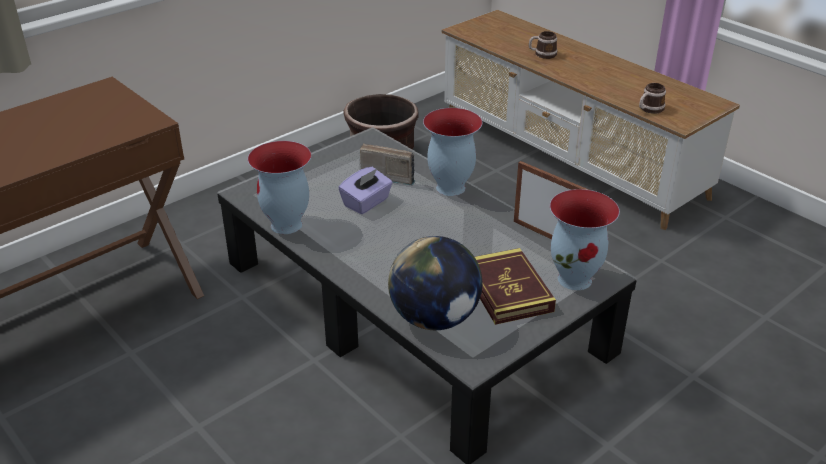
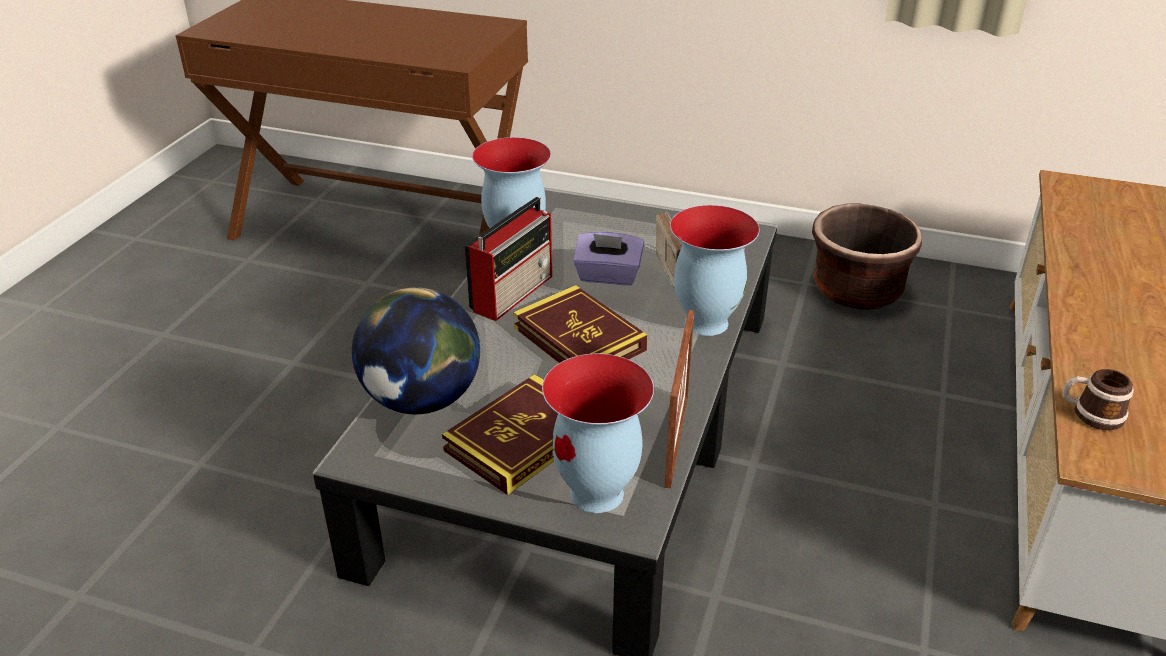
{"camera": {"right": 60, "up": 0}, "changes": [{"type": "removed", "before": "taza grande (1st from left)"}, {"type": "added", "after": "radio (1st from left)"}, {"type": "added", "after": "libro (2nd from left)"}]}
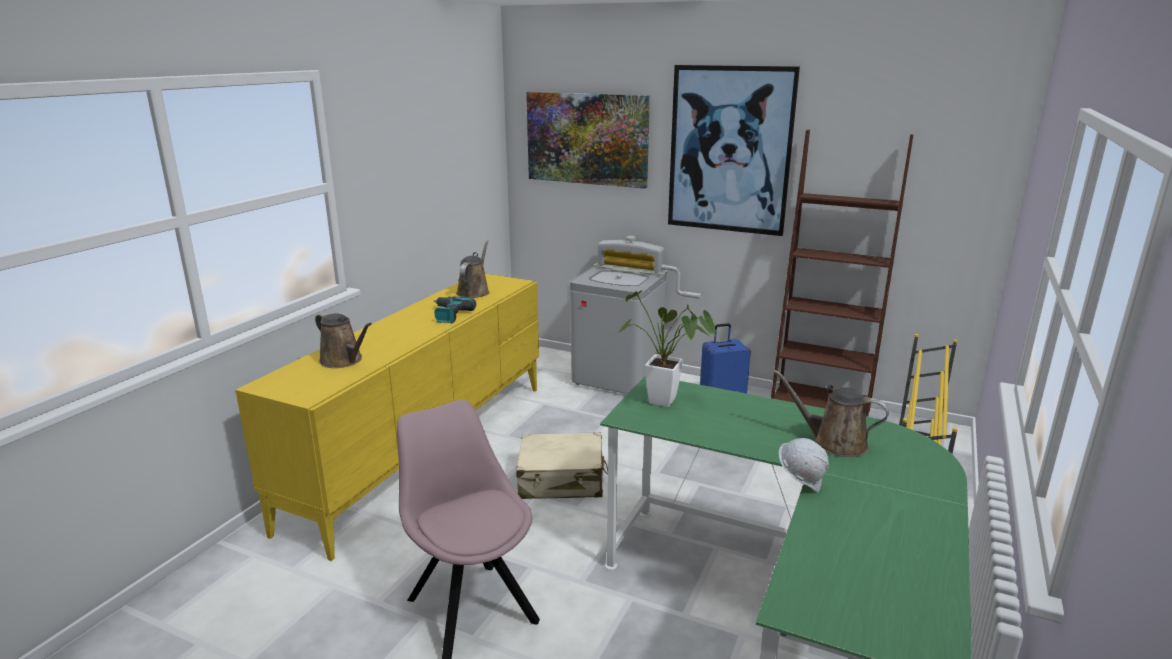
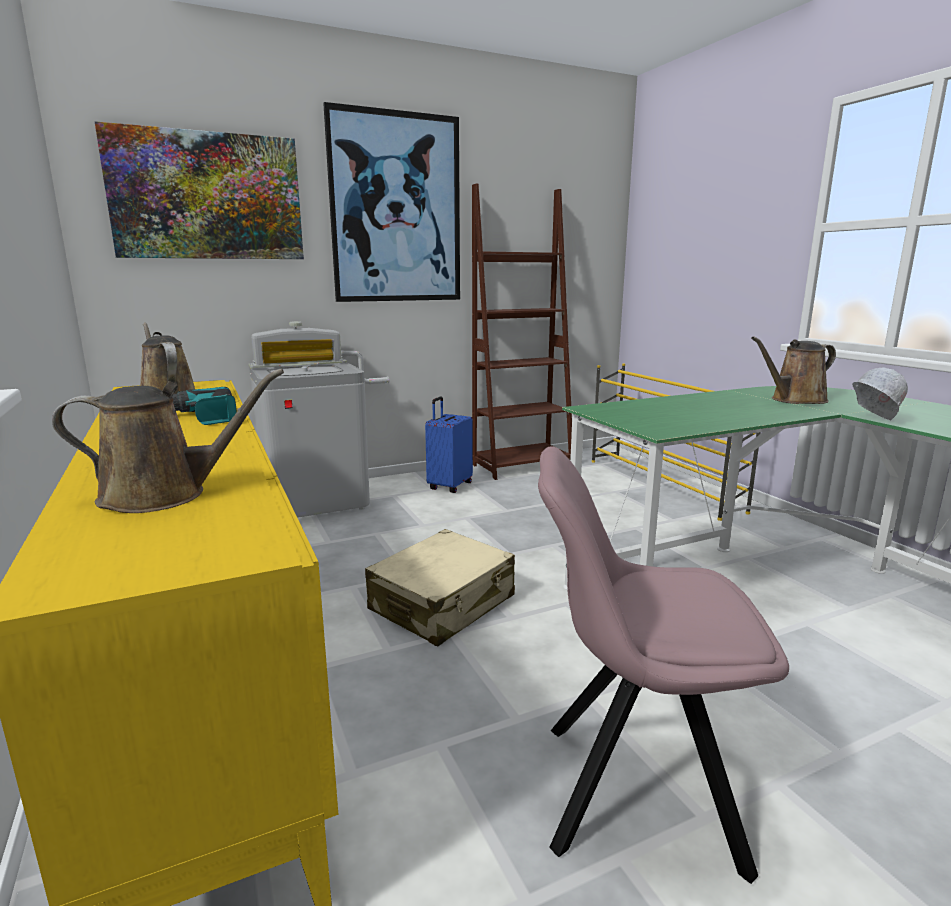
{"camera": {"right": -50, "up": -5}, "changes": [{"type": "removed", "before": "planta en maceta"}]}
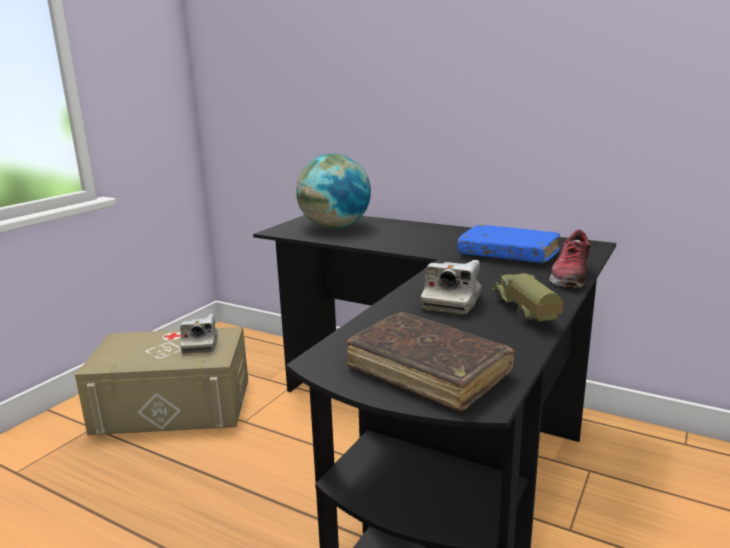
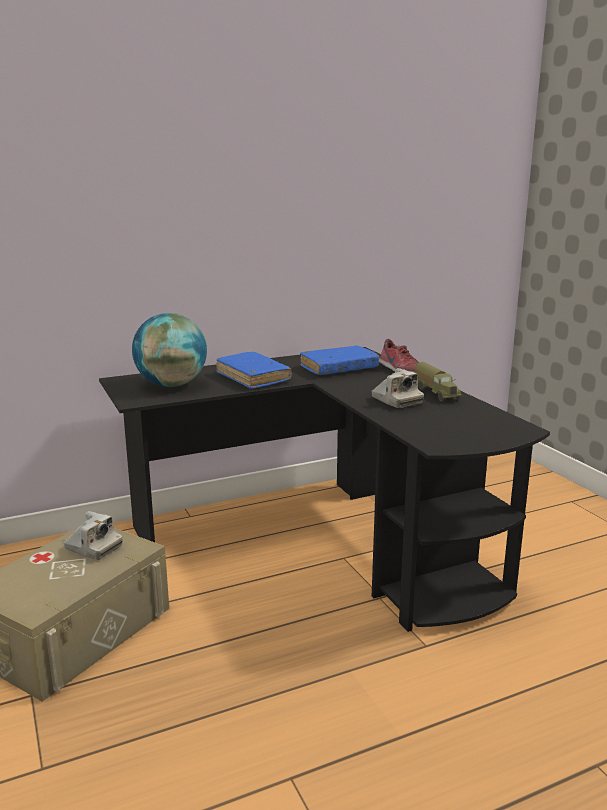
{"camera": {"right": -55, "up": 0}, "changes": [{"type": "removed", "before": "libro/marrón"}, {"type": "added", "after": "libro/azul (1st from left)"}, {"type": "turned", "before": "camión de juguete", "turn": -135}]}
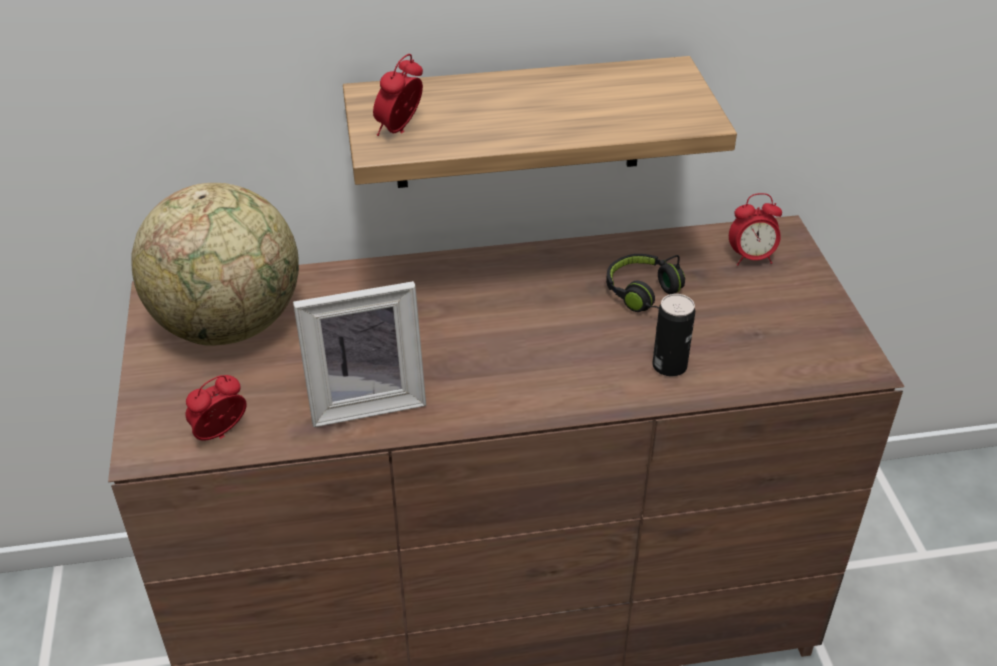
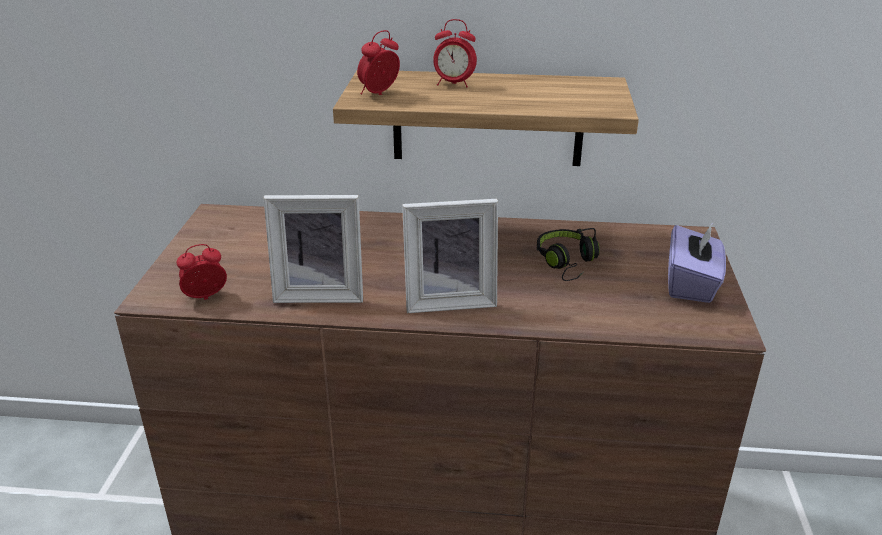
{"camera": {"right": 15, "up": -10}, "changes": [{"type": "removed", "before": "globo terráqueo"}, {"type": "removed", "before": "lata"}, {"type": "added", "after": "portarretratos (2nd from left)"}, {"type": "added", "after": "caja de pañuelos/morado"}, {"type": "moved", "before": "despertador (3rd from left)"}]}
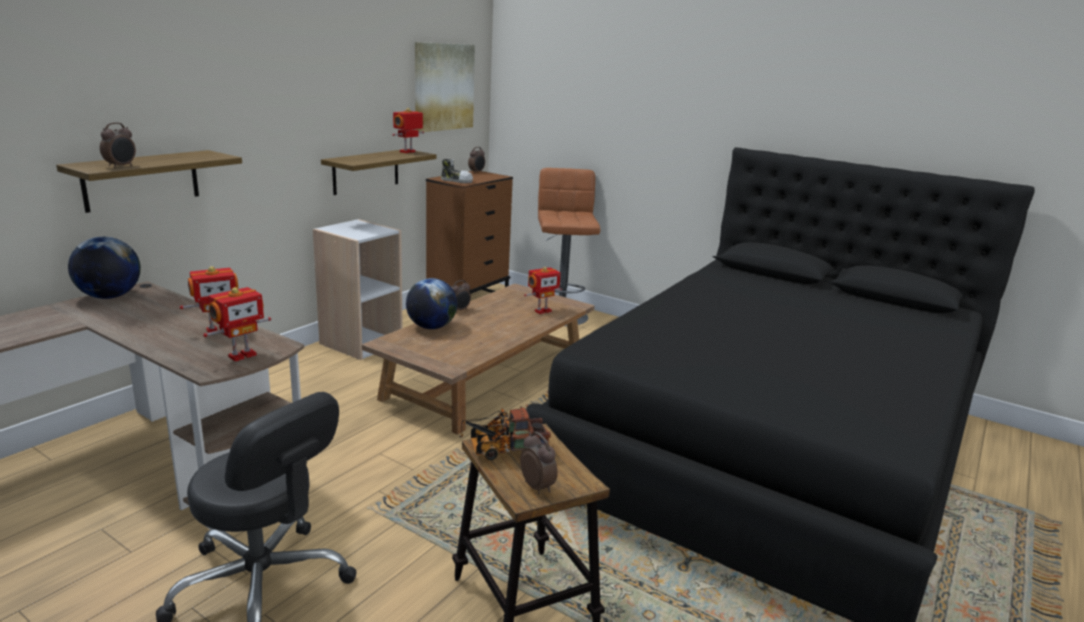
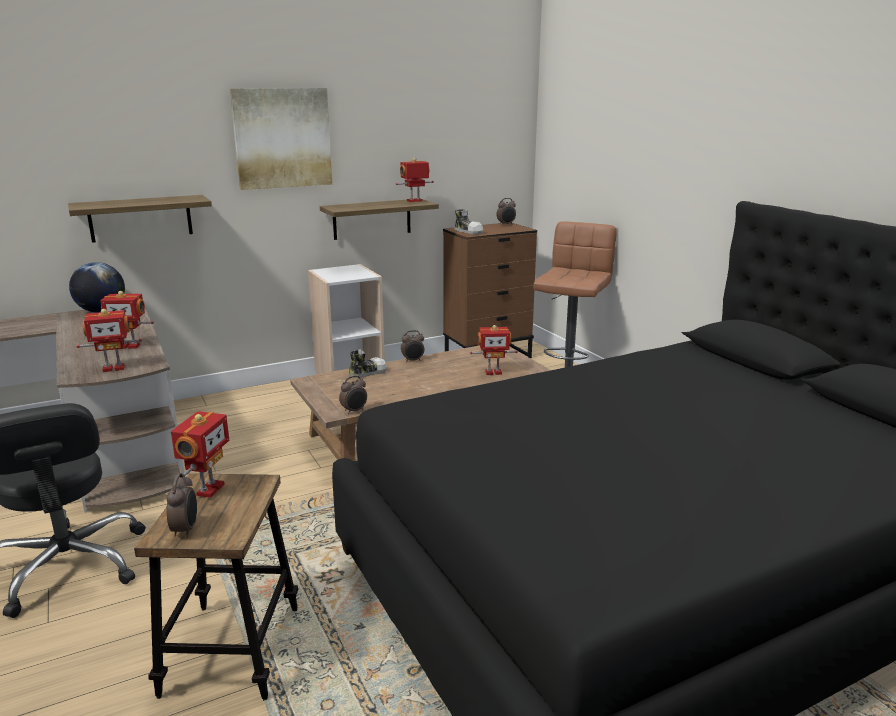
{"camera": {"right": 30, "up": 0}, "changes": [{"type": "moved", "before": "despertador (1st from left in the first image)", "after": "despertador (2nd from left)"}, {"type": "moved", "before": "cuadro"}, {"type": "replaced", "before": "globo terráqueo (2nd from left)", "after": "zapato (1st from left)"}, {"type": "replaced", "before": "camión de juguete", "after": "robot de juguete (3rd from left)"}]}
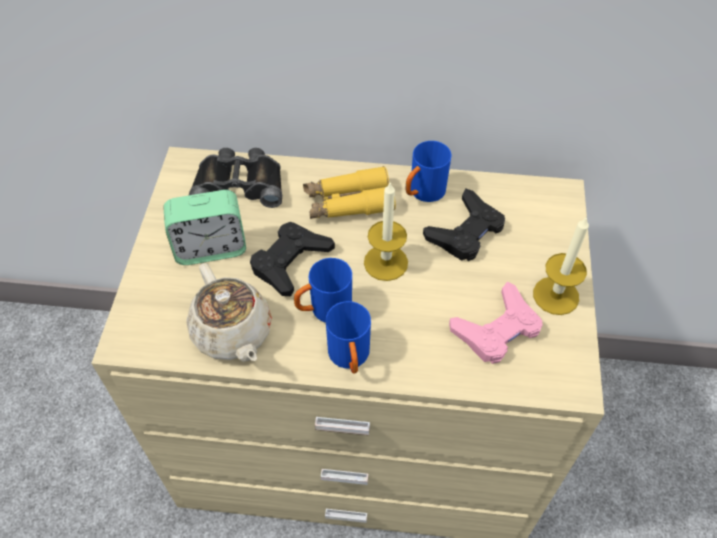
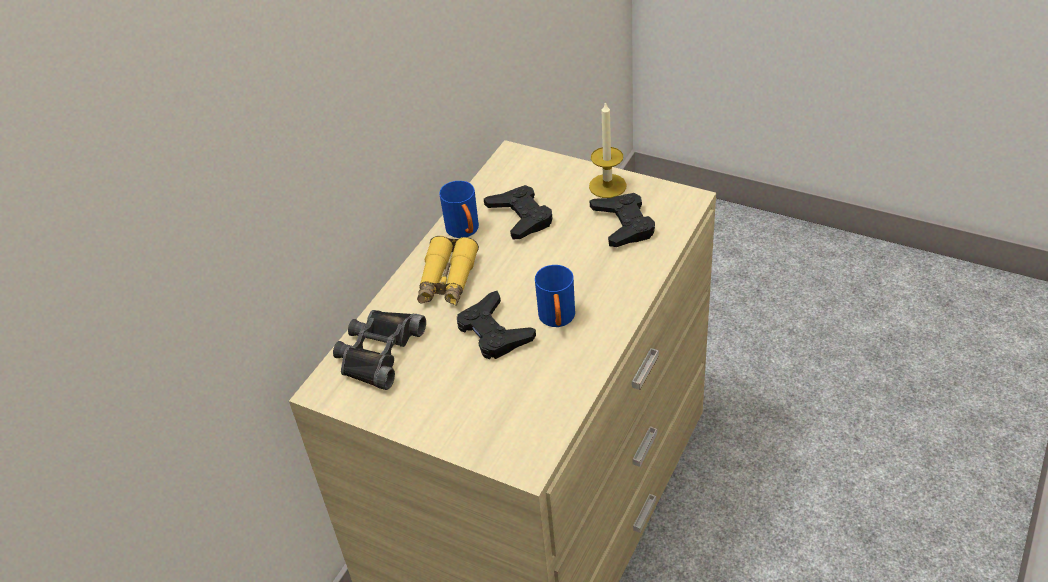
{"camera": {"right": -65, "up": -10}, "changes": [{"type": "removed", "before": "despertador"}, {"type": "removed", "before": "tetera/beis"}, {"type": "removed", "before": "taza grande/azul (2nd from left)"}, {"type": "removed", "before": "vela (1st from left)"}, {"type": "recoloured", "before": "mando de consola/rosa", "after": "mando de consola/negro (3rd from left)"}]}
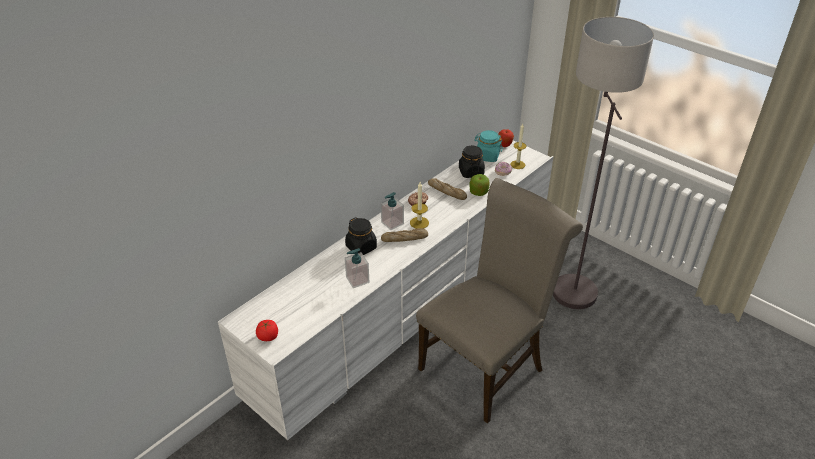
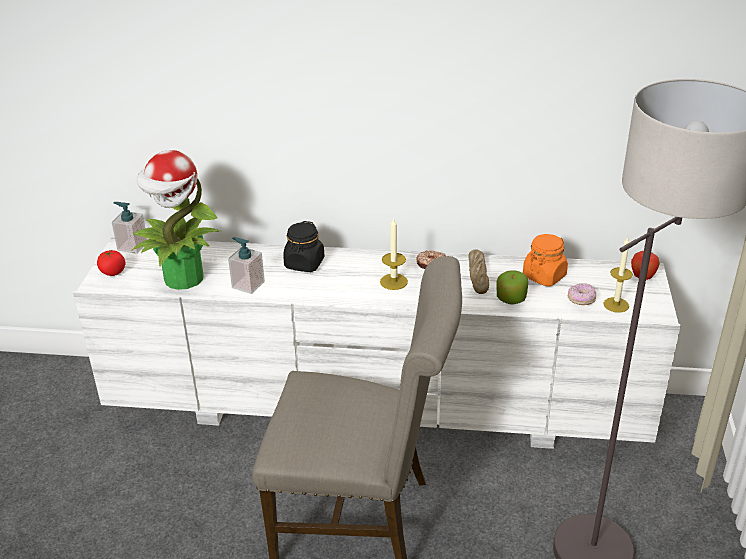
{"camera": {"right": 55, "up": -5}, "changes": [{"type": "removed", "before": "pan (1st from left)"}, {"type": "removed", "before": "tarro/turquesa"}, {"type": "added", "after": "planta en maceta"}, {"type": "moved", "before": "dispensador de jabón (2nd from left in the first image)", "after": "dispensador de jabón (1st from left)"}, {"type": "recoloured", "before": "tarro/negro (2nd from left)", "after": "tarro/naranja"}]}
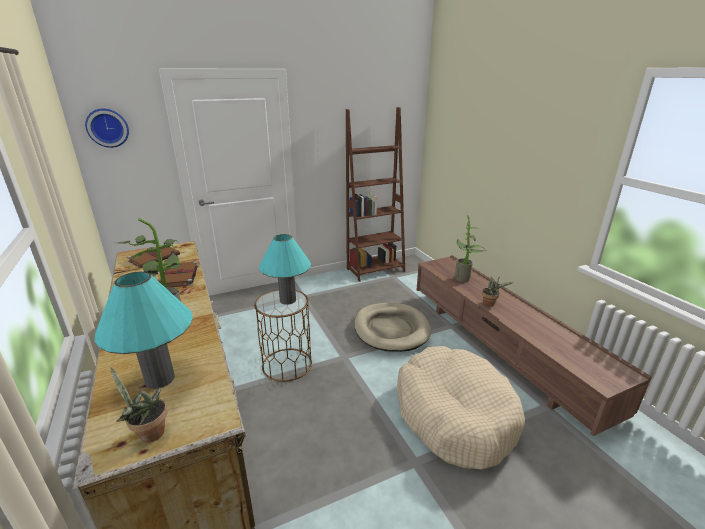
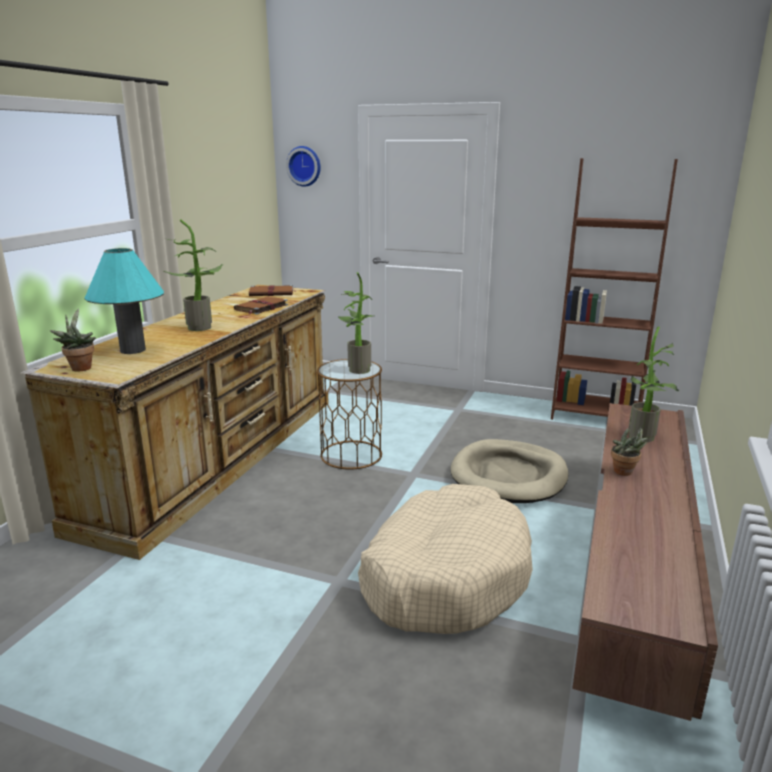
{"camera": {"right": 45, "up": -5}, "changes": [{"type": "replaced", "before": "lámpara de mesa/turquesa (2nd from left)", "after": "planta en maceta (3rd from left)"}]}
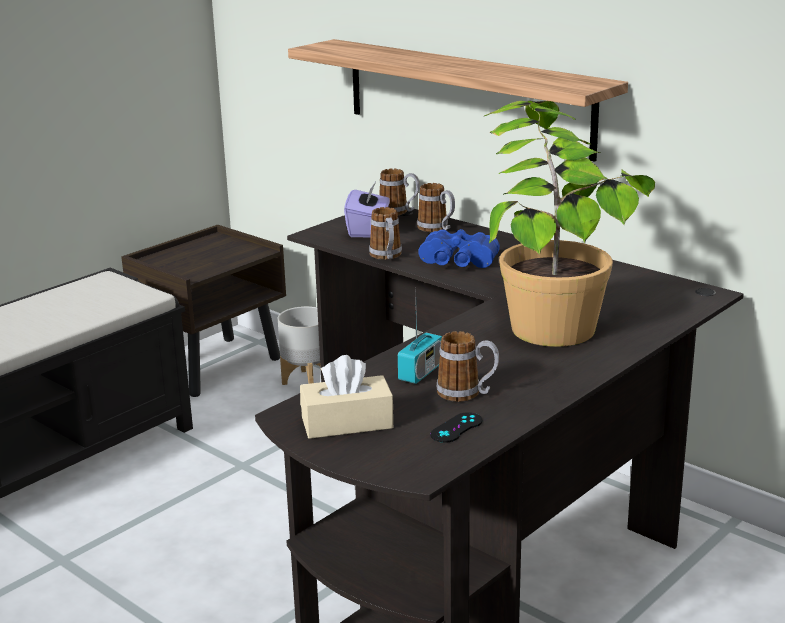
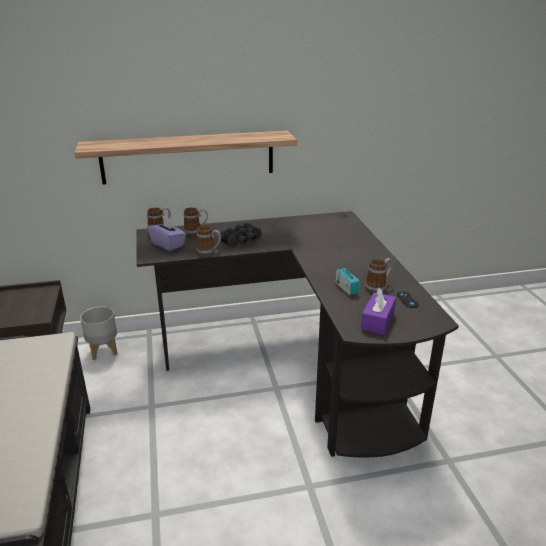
{"camera": {"right": -55, "up": 5}, "changes": [{"type": "removed", "before": "planta en maceta"}, {"type": "recoloured", "before": "caja de pañuelos/beis", "after": "caja de pañuelos/morado (2nd from left)"}, {"type": "recoloured", "before": "prismáticos/azul", "after": "prismáticos/negro"}]}
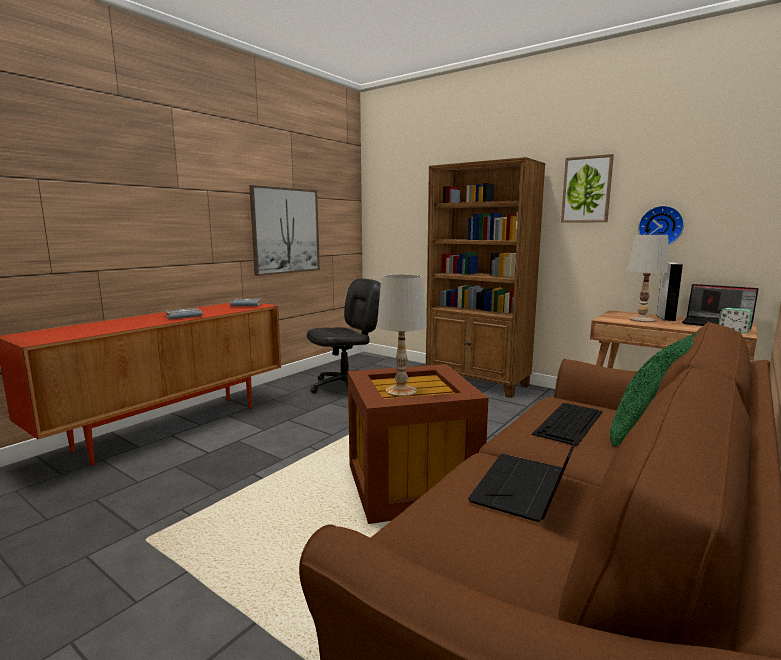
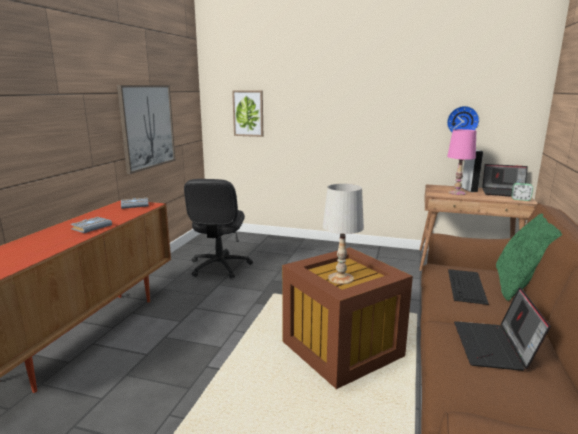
{"camera": {"right": -20, "up": 5}, "changes": [{"type": "removed", "before": "estantería/marrón"}, {"type": "moved", "before": "cuadro (2nd from left)"}, {"type": "recoloured", "before": "lámpara de mesa/blanco (2nd from left)", "after": "lámpara de mesa/rosa"}, {"type": "turned", "before": "silla de oficina/negro", "turn": 150}]}
